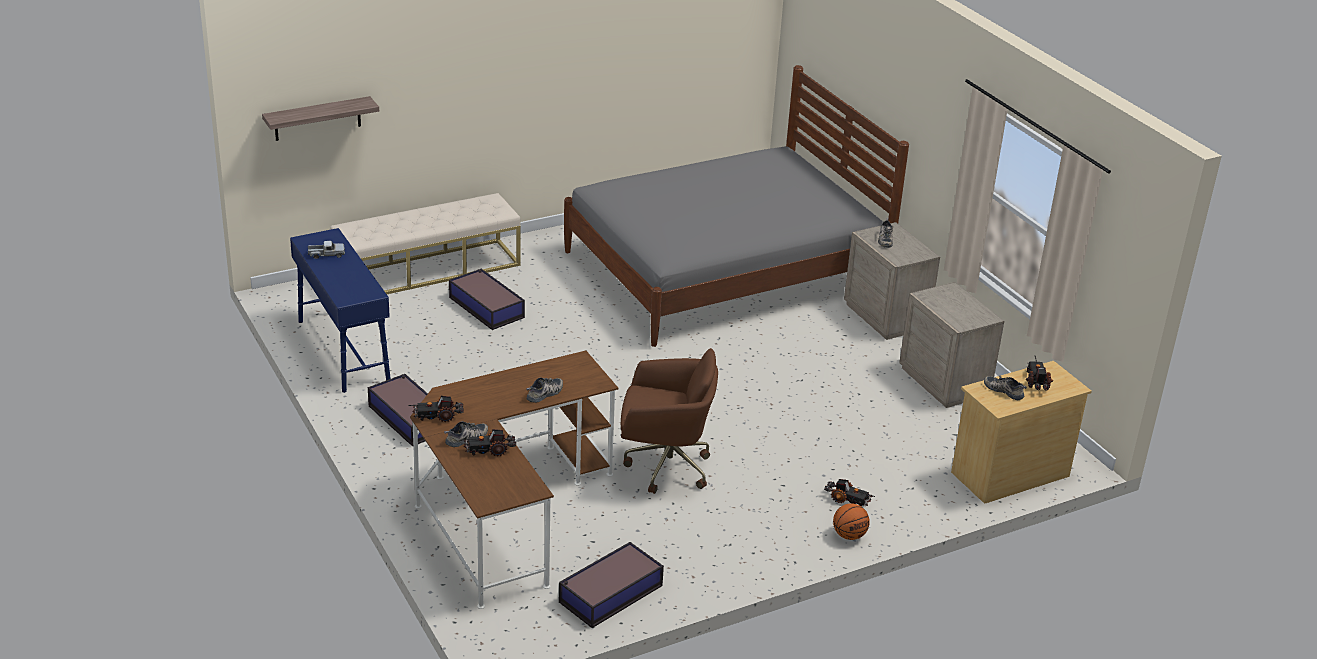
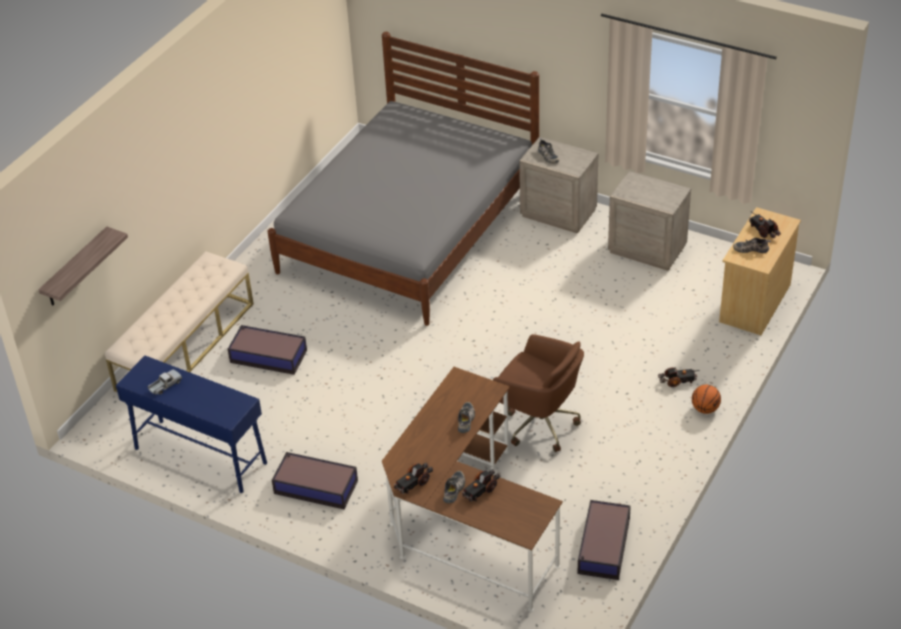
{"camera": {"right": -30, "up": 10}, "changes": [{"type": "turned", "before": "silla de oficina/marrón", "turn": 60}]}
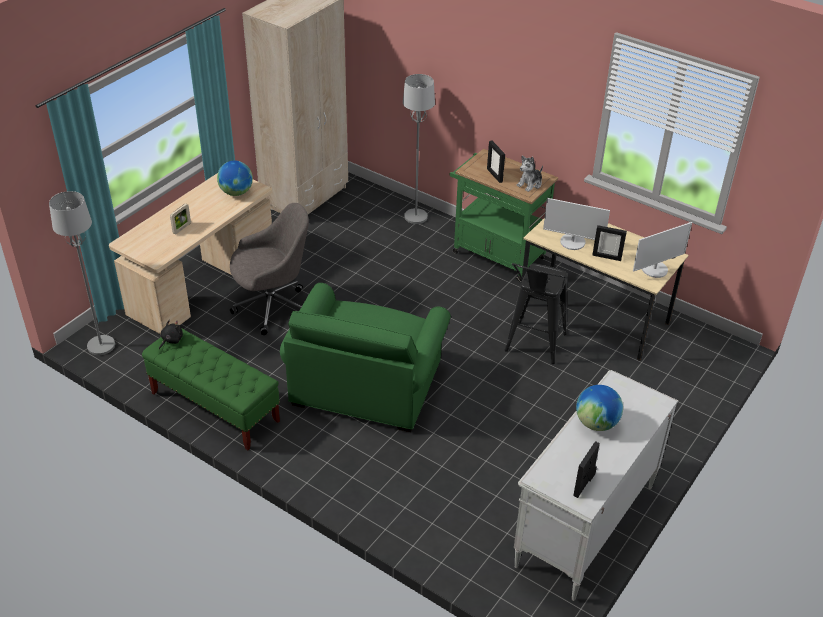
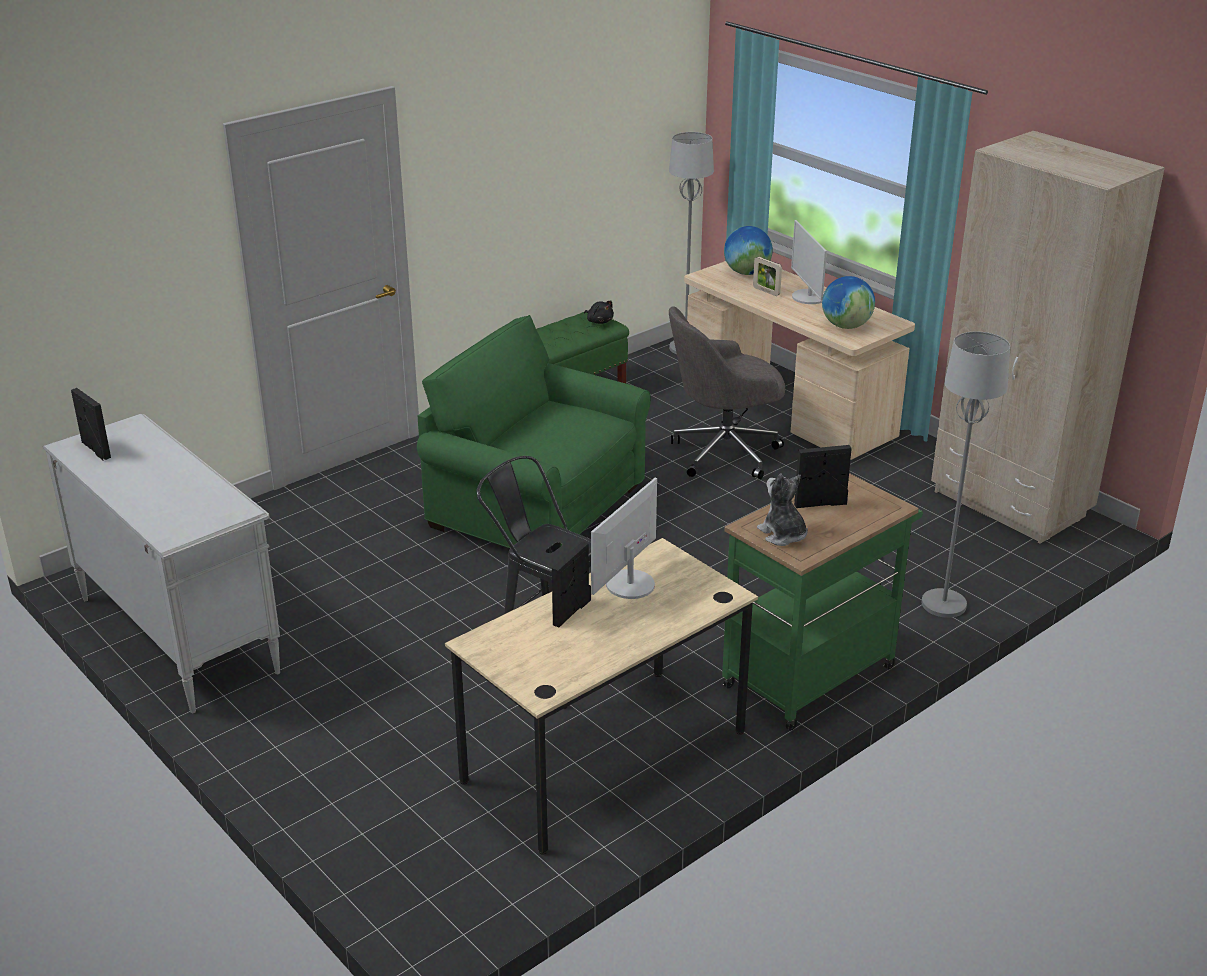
{"camera": {"right": 105, "up": -10}, "changes": [{"type": "moved", "before": "globo terráqueo (2nd from left in the first image)", "after": "globo terráqueo (1st from left)"}, {"type": "moved", "before": "monitor (2nd from left)"}, {"type": "turned", "before": "silla de oficina/gris", "turn": 75}]}
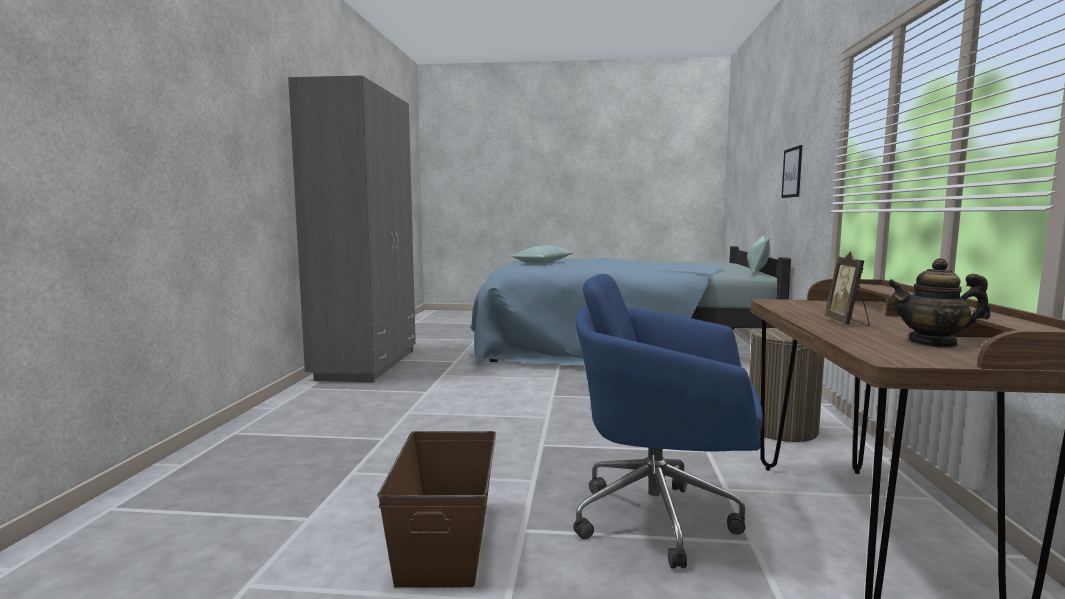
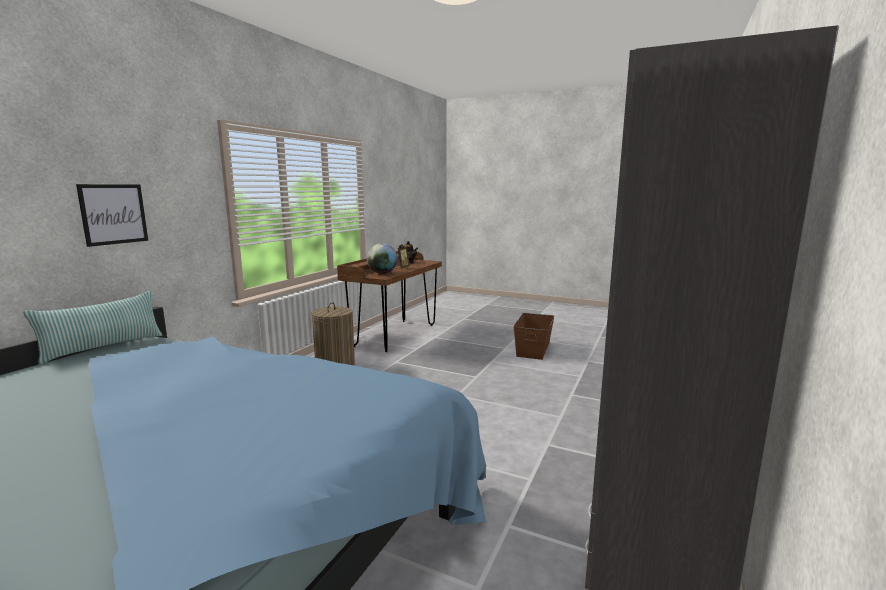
{"camera": {"right": -160, "up": 5}, "changes": [{"type": "removed", "before": "cojín (1st from left)"}, {"type": "removed", "before": "silla de oficina/azul"}, {"type": "added", "after": "globo terráqueo"}]}
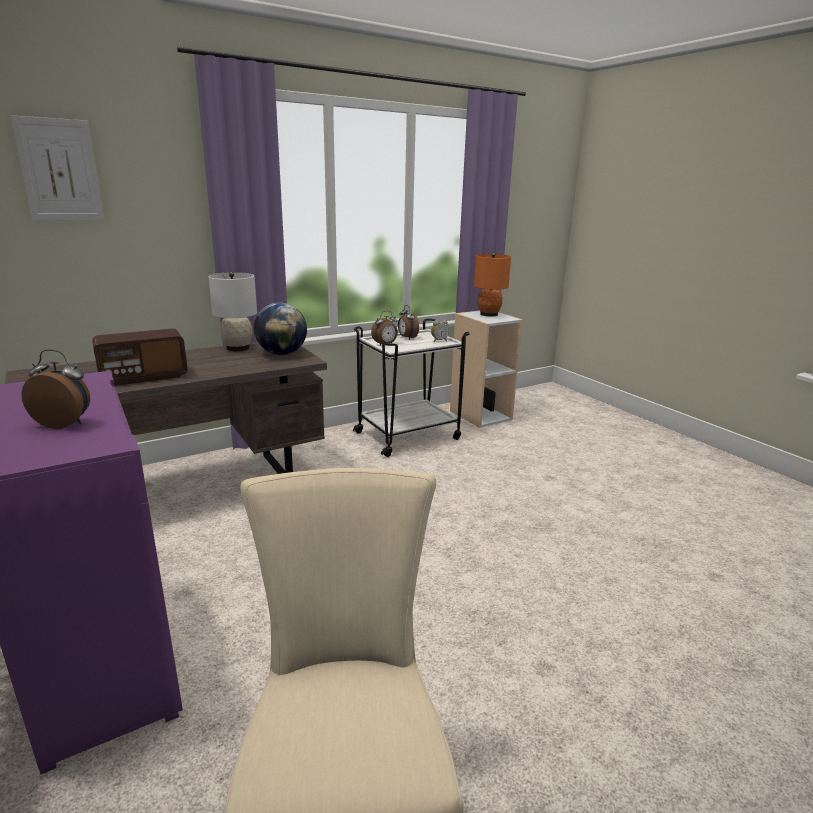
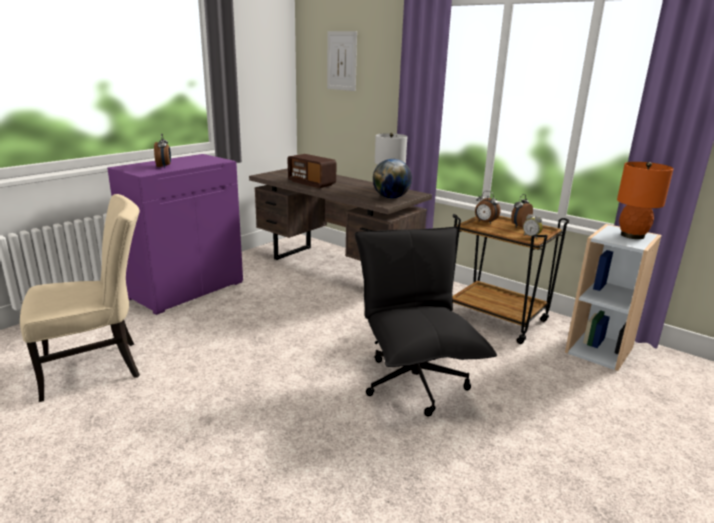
{"camera": {"right": 70, "up": 0}, "changes": [{"type": "added", "after": "silla de oficina/negro"}, {"type": "recoloured", "before": "carrito/blanco", "after": "carrito/marrón"}]}
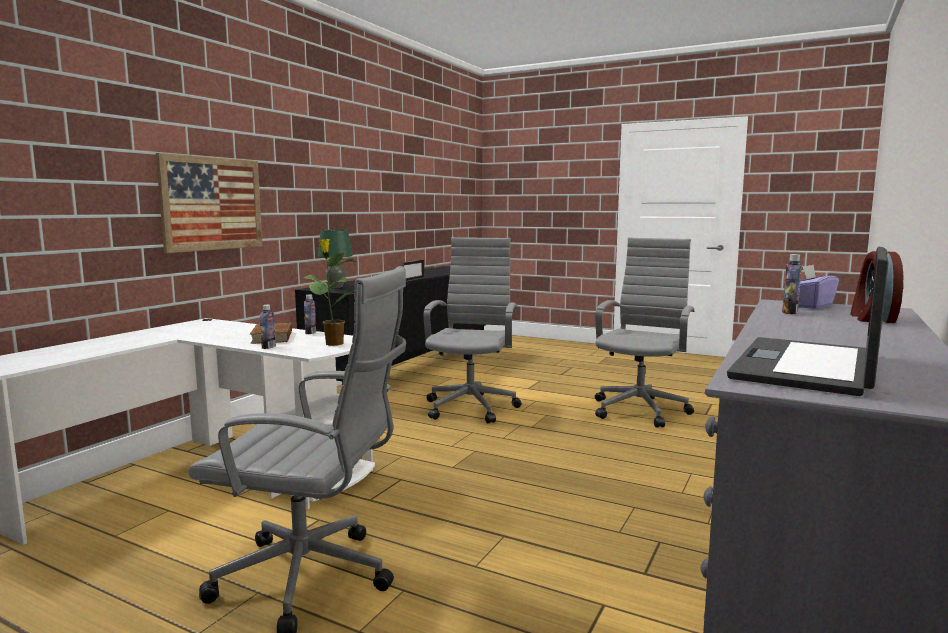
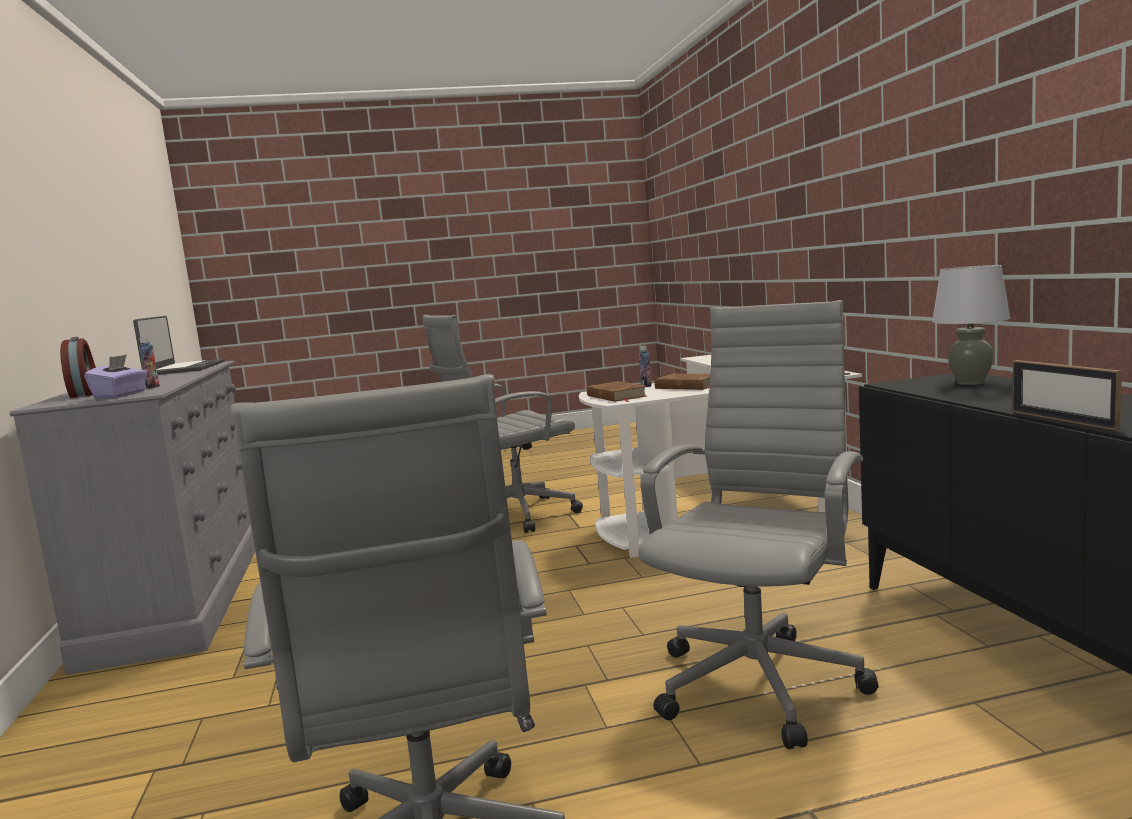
{"camera": {"right": 140, "up": 0}, "changes": [{"type": "removed", "before": "cuadro"}, {"type": "removed", "before": "botella (2nd from left)"}, {"type": "replaced", "before": "planta en maceta", "after": "libro/marrón (1st from left)"}, {"type": "recoloured", "before": "lámpara de mesa/verde", "after": "lámpara de mesa/gris"}, {"type": "turned", "before": "silla de oficina/gris (2nd from left in the first image)", "turn": -120}]}
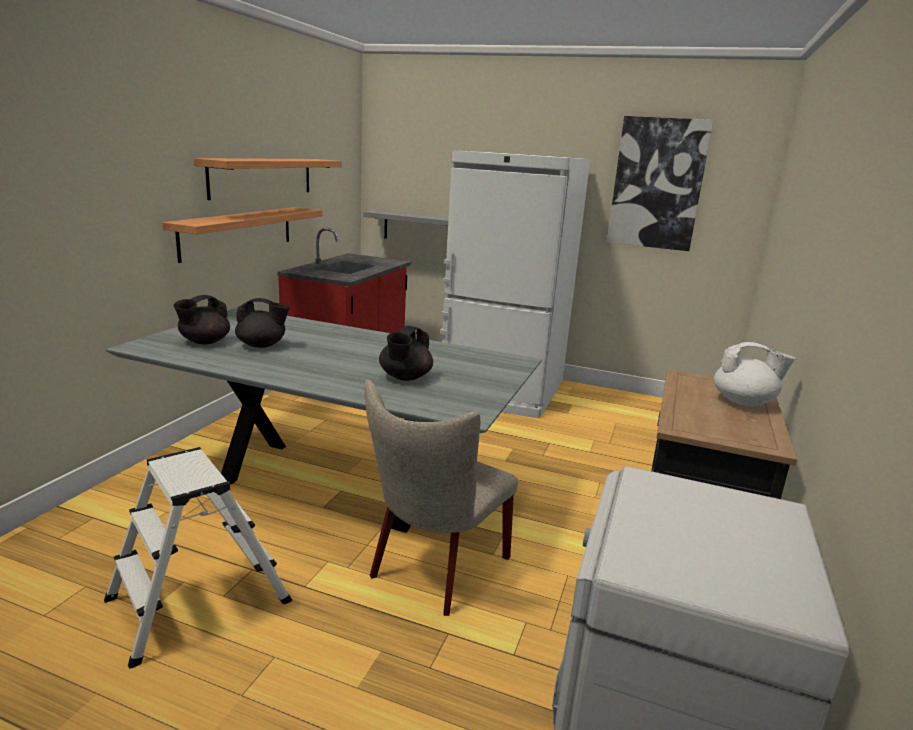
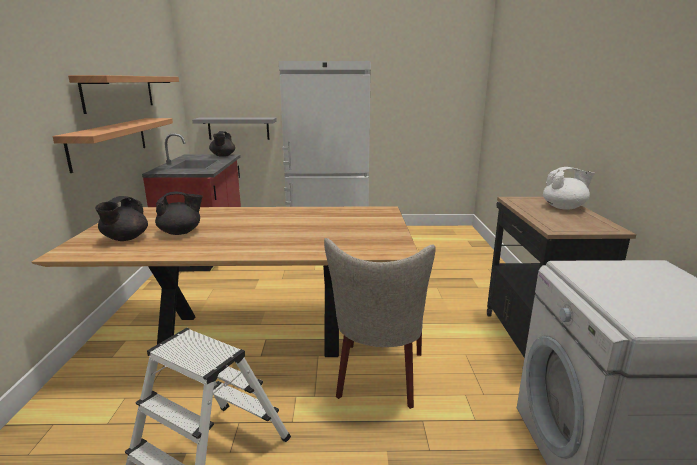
{"camera": {"right": -20, "up": 0}, "changes": [{"type": "removed", "before": "cuadro"}, {"type": "moved", "before": "tetera/negro (3rd from left)"}, {"type": "recoloured", "before": "mesa de comedor/gris", "after": "mesa de comedor/marrón"}]}
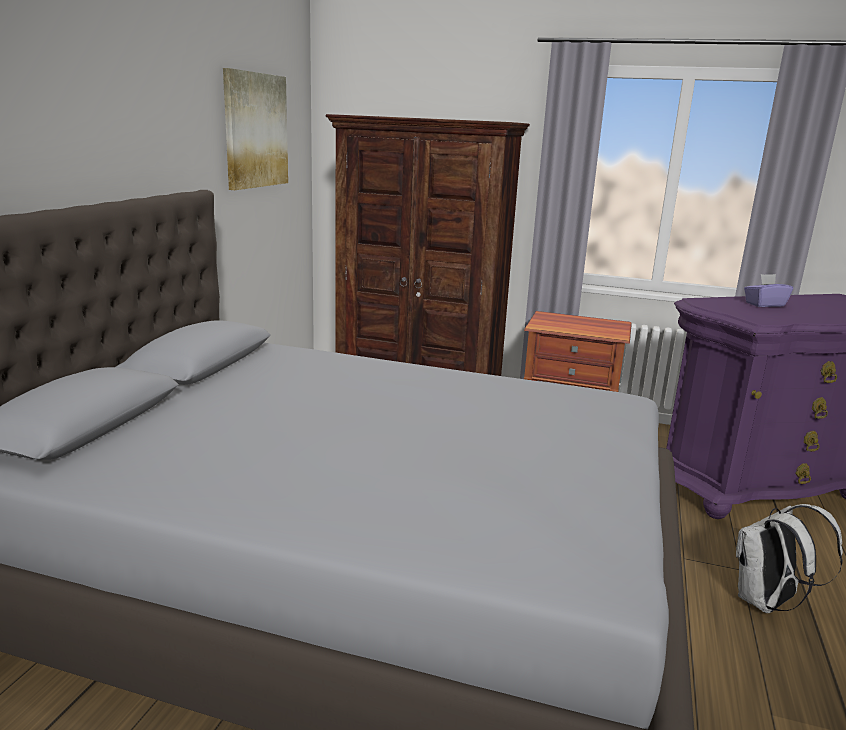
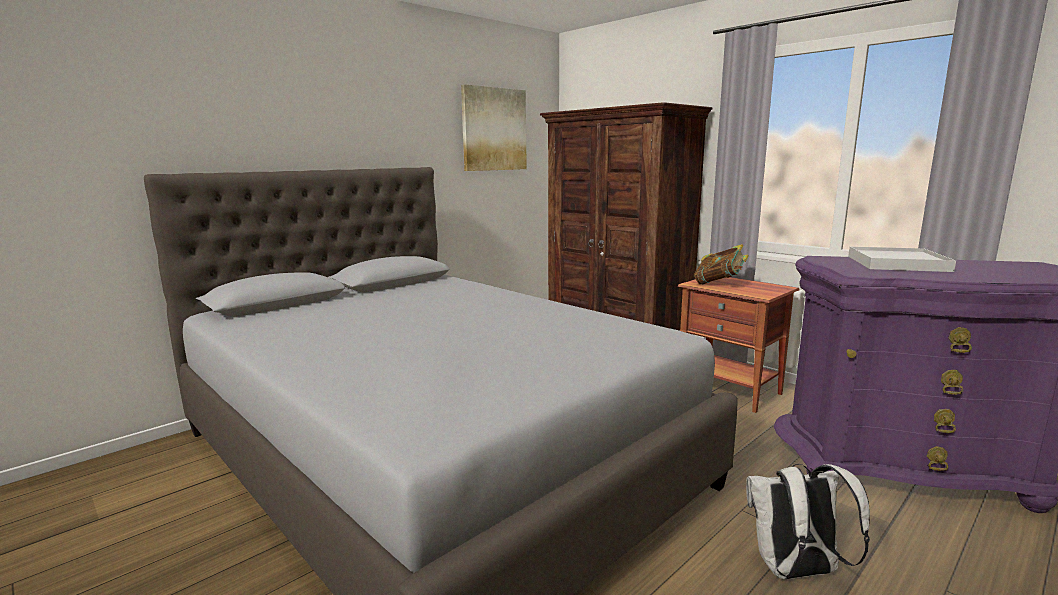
{"camera": {"right": 30, "up": -5}, "changes": [{"type": "added", "after": "libro"}, {"type": "replaced", "before": "caja de pañuelos/morado", "after": "bandeja/blanco"}]}
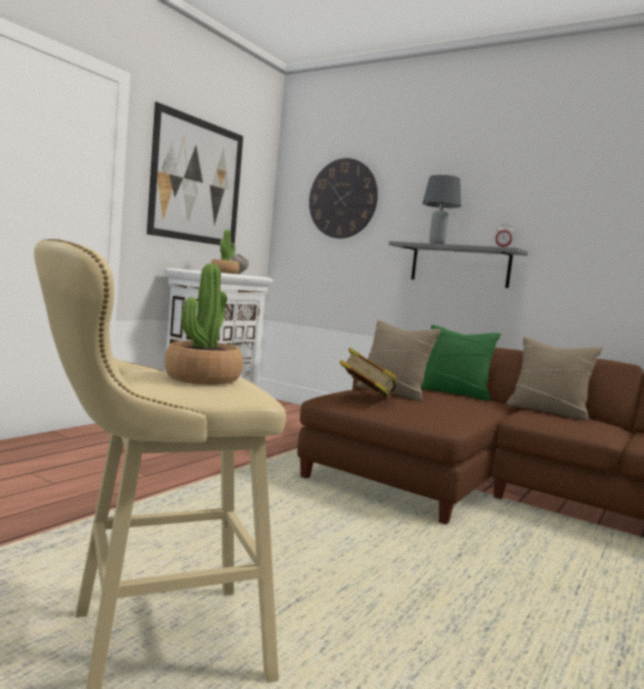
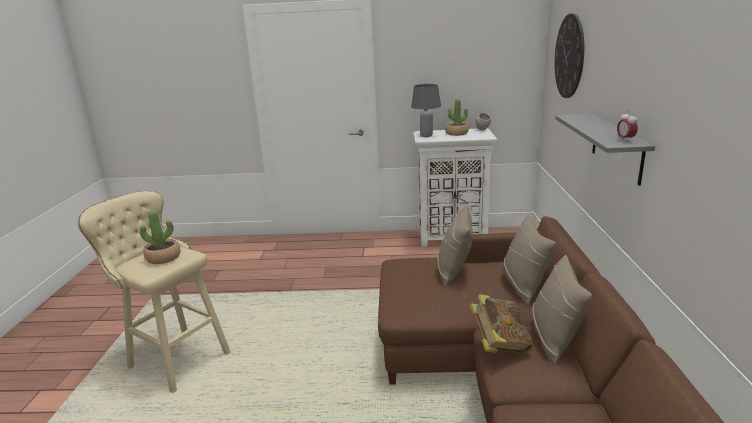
{"camera": {"right": 60, "up": 15}, "changes": [{"type": "removed", "before": "cuadro"}, {"type": "moved", "before": "libro"}, {"type": "moved", "before": "lámpara de mesa/gris"}, {"type": "recoloured", "before": "cojín/verde", "after": "cojín/beis (2nd from left)"}]}
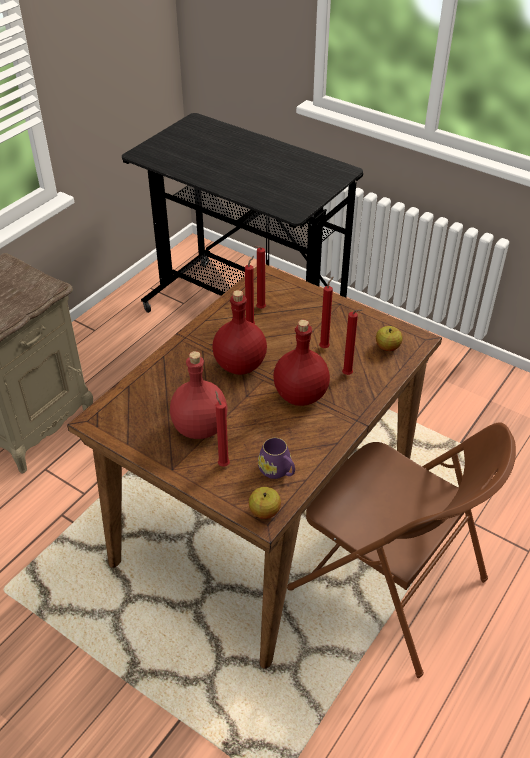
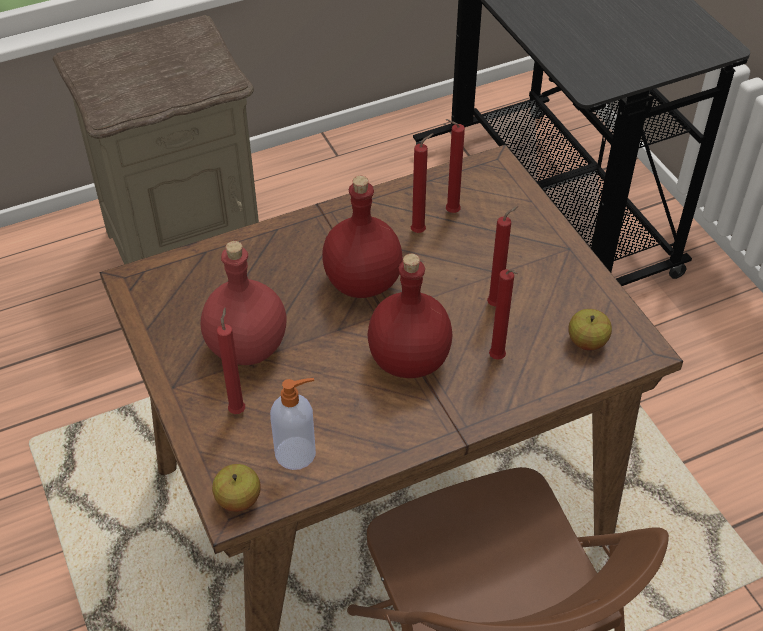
{"camera": {"right": 30, "up": 5}, "changes": [{"type": "replaced", "before": "taza grande/morado", "after": "dispensador de jabón"}]}
